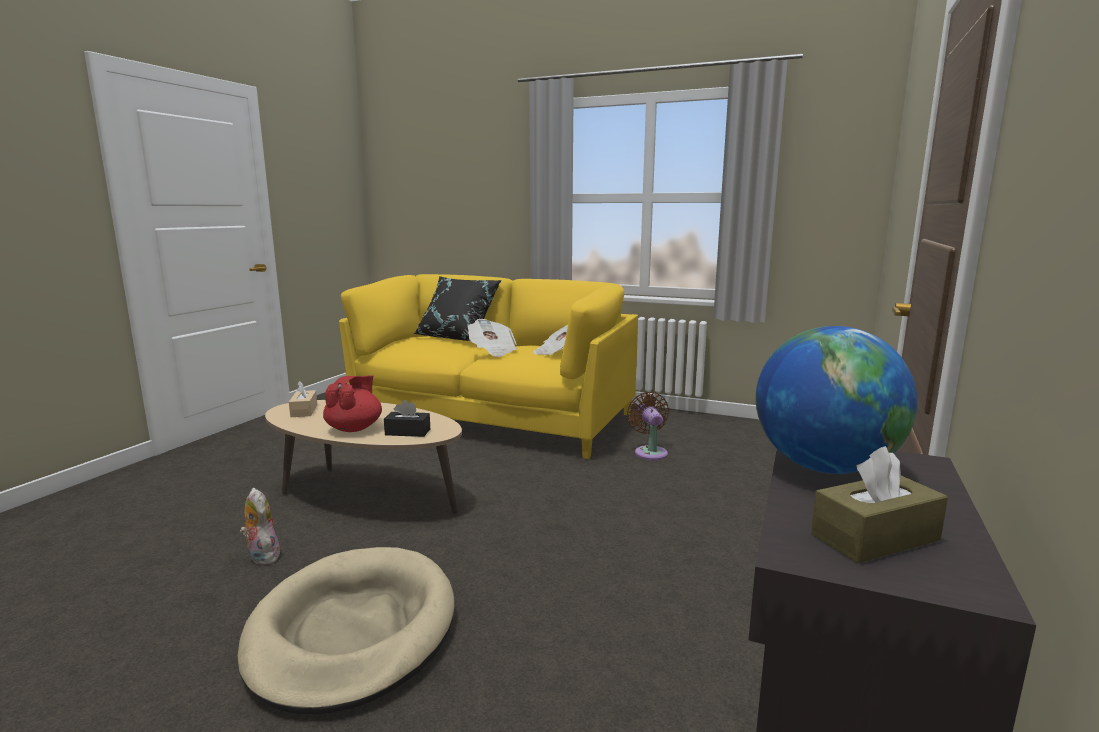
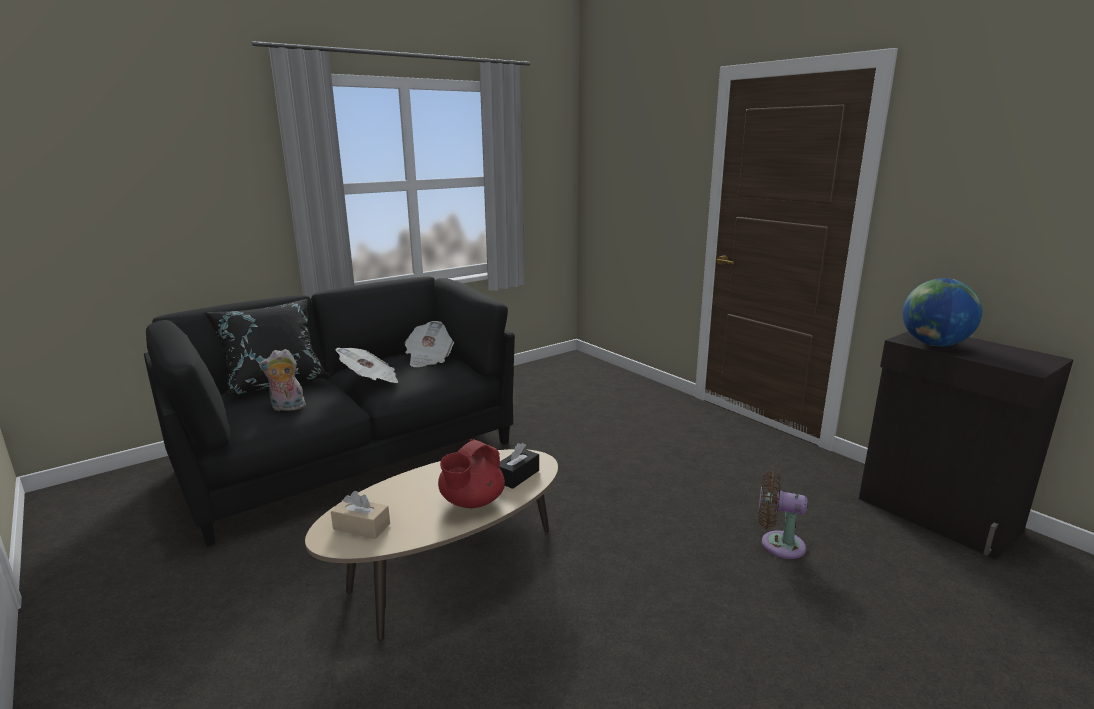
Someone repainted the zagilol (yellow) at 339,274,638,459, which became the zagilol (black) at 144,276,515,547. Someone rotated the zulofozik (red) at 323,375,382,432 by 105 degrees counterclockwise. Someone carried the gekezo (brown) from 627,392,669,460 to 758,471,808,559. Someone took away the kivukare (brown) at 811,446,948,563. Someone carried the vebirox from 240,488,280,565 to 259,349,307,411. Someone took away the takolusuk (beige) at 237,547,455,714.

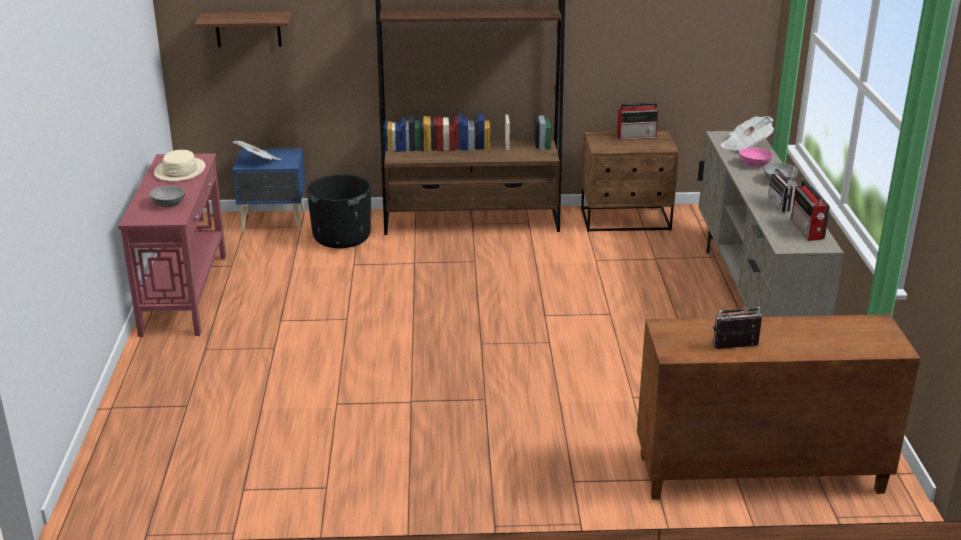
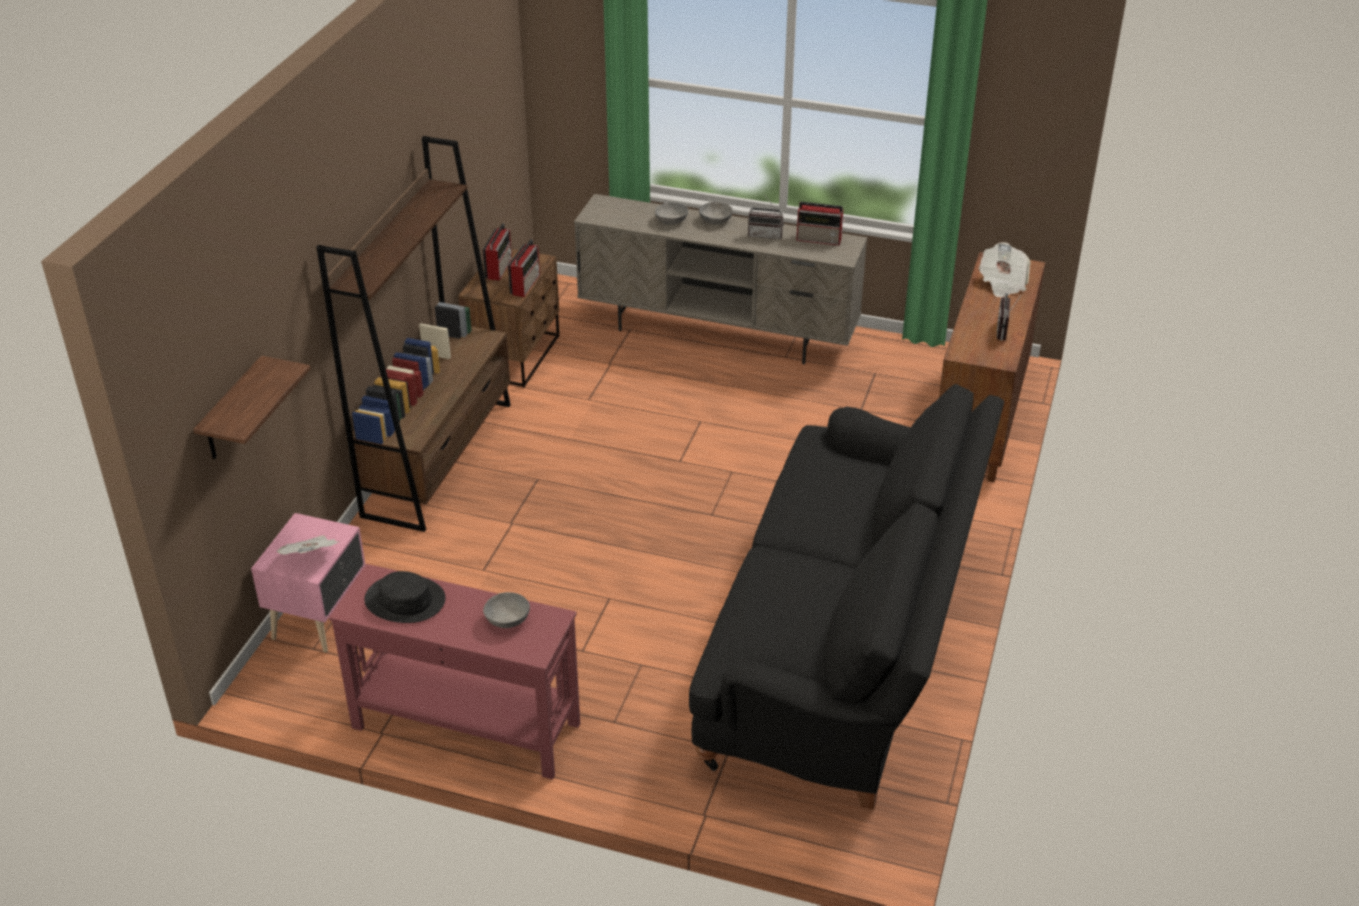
Someone carried the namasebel from 721,116,774,151 to 979,242,1031,297. Someone repainted the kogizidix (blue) at 232,148,306,232, which became the kogizidix (pink) at 251,513,365,653. Someone repainted the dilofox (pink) at 739,148,773,167, which became the dilofox (grey) at 655,202,688,225. Someone repainted the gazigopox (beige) at 154,150,205,181, which became the gazigopox (black) at 364,571,445,623. Someone took away the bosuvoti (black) at 307,174,371,248. Someone put down the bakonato at 508,239,540,297. Someone put down the zagilol (black) at 689,384,1004,810.

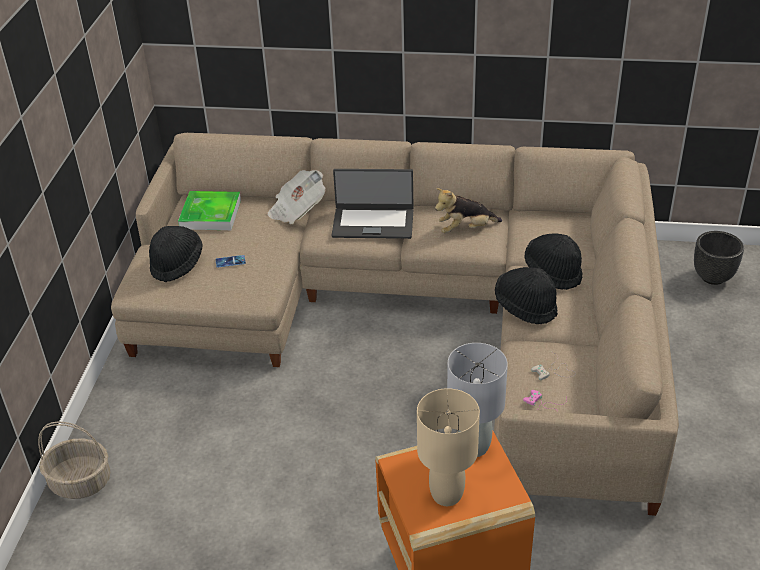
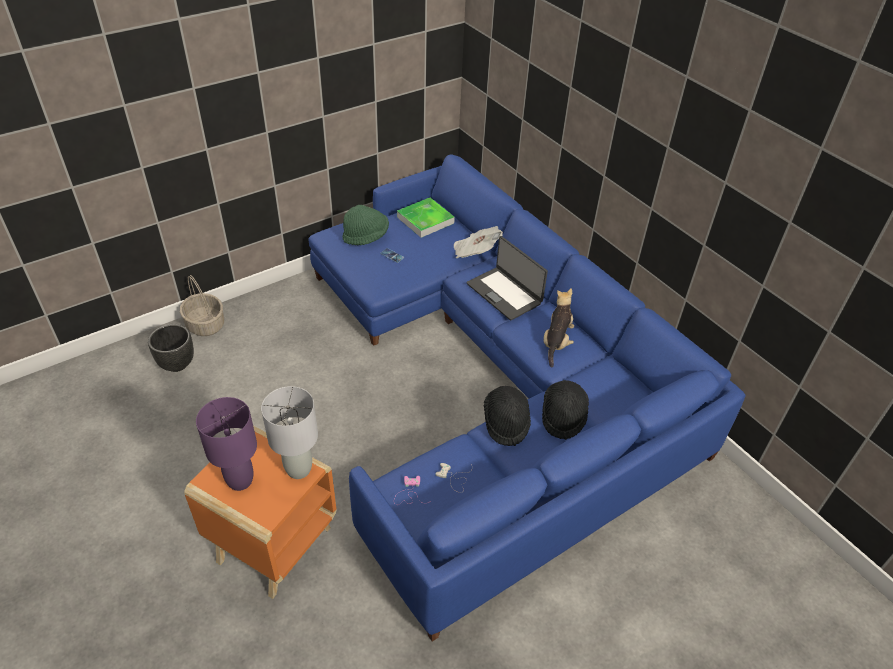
Someone repainted the zagilol (beige) at 111,133,679,516, which became the zagilol (blue) at 309,154,745,641. Someone rotated the vebirox at 435,188,502,233 by 75 degrees clockwise. Someone repainted the gazigopox (black) at 149,226,203,282, which became the gazigopox (green) at 343,205,389,245. Someone carried the bosuvoti (black) from 694,231,744,285 to 148,324,194,372. Someone repainted the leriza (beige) at 417,388,480,506, which became the leriza (purple) at 196,397,257,491.

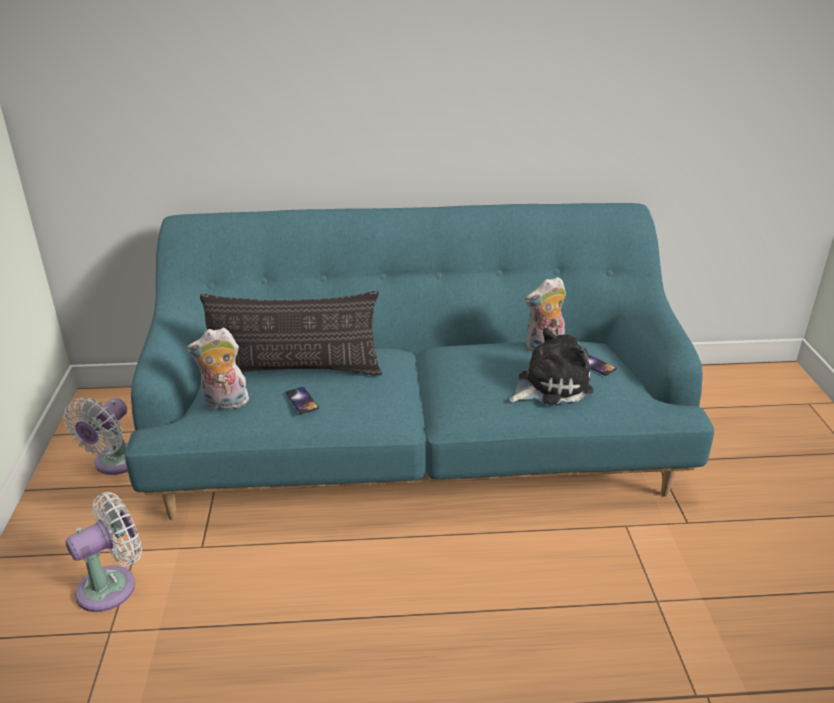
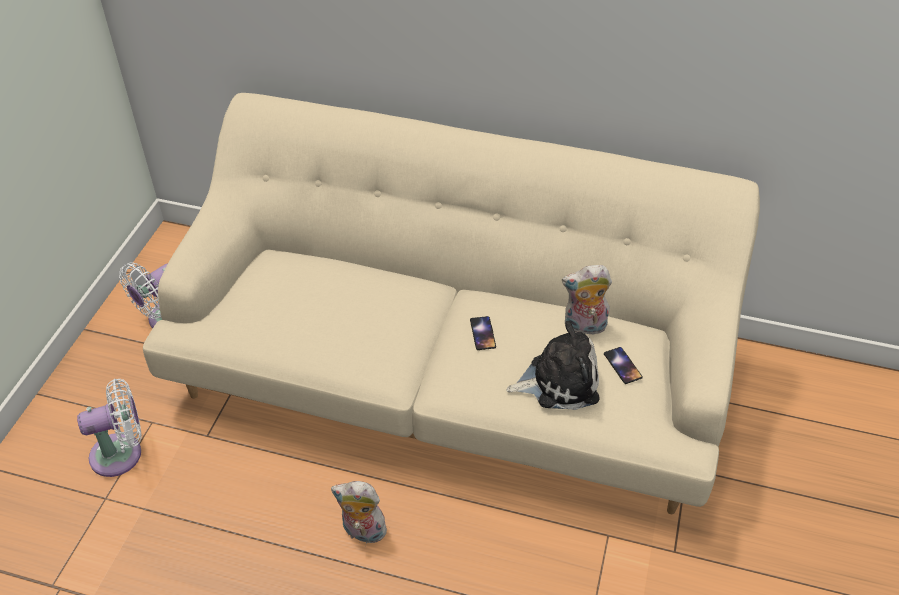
Someone repainted the zagilol (turquoise) at 125,203,714,520, which became the zagilol (beige) at 143,93,760,514. Someone took away the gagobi at 200,291,382,376. Someone carried the vebirox from 187,328,249,411 to 331,481,389,543. Someone carried the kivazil from 285,387,319,414 to 470,316,496,350.

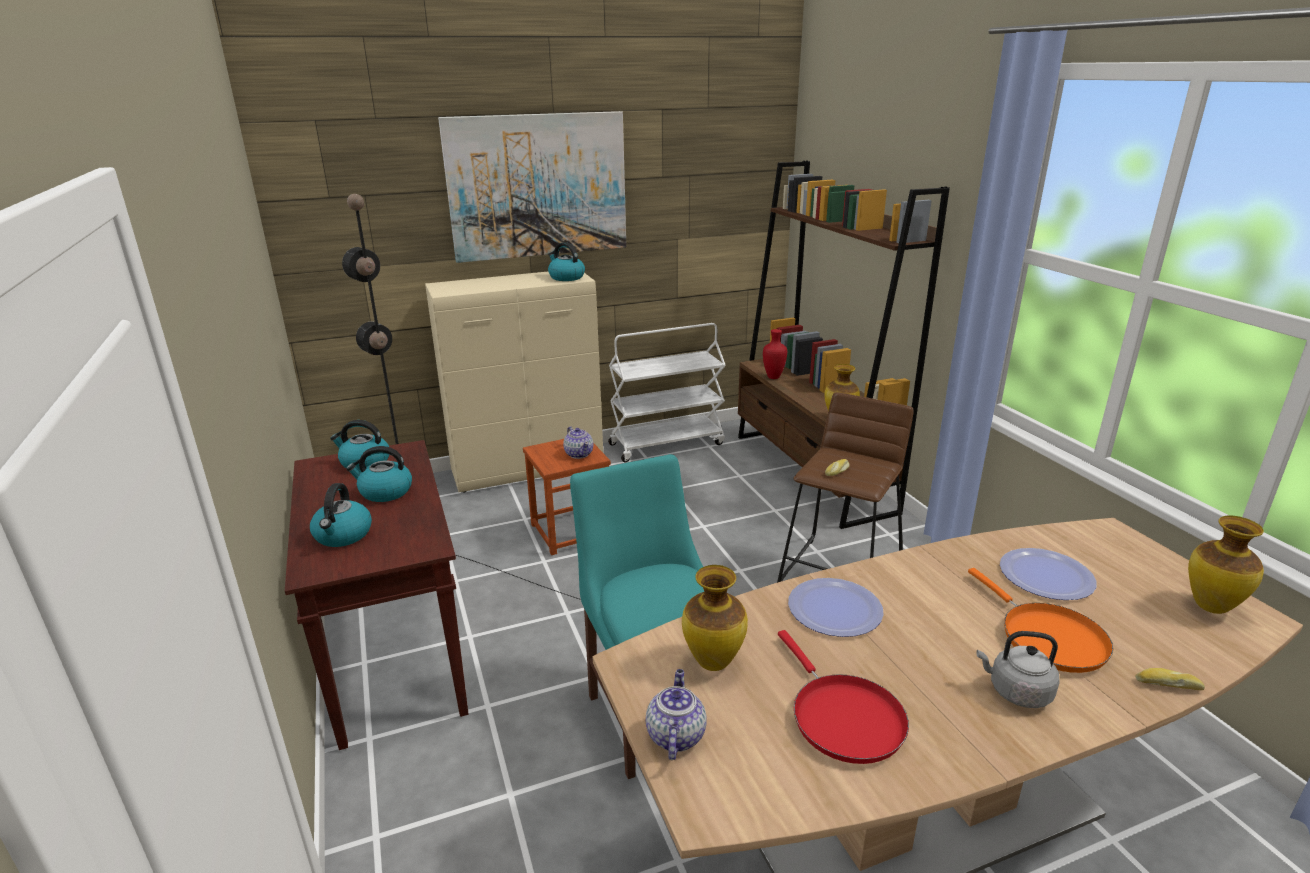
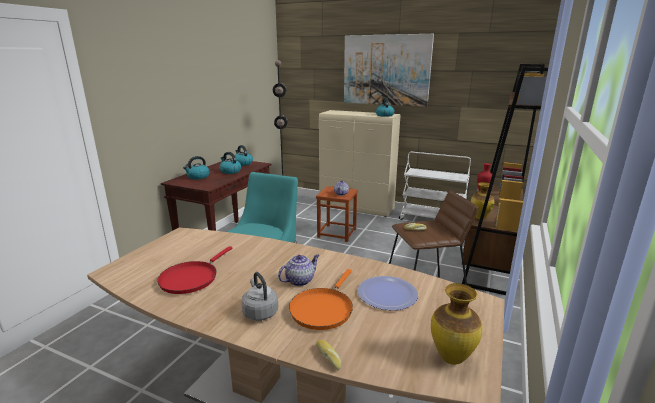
Someone took away the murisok at 682,565,748,671. Someone took away the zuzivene at 788,578,884,637. Someone carried the zulofozik from 646,669,707,760 to 278,254,320,286.

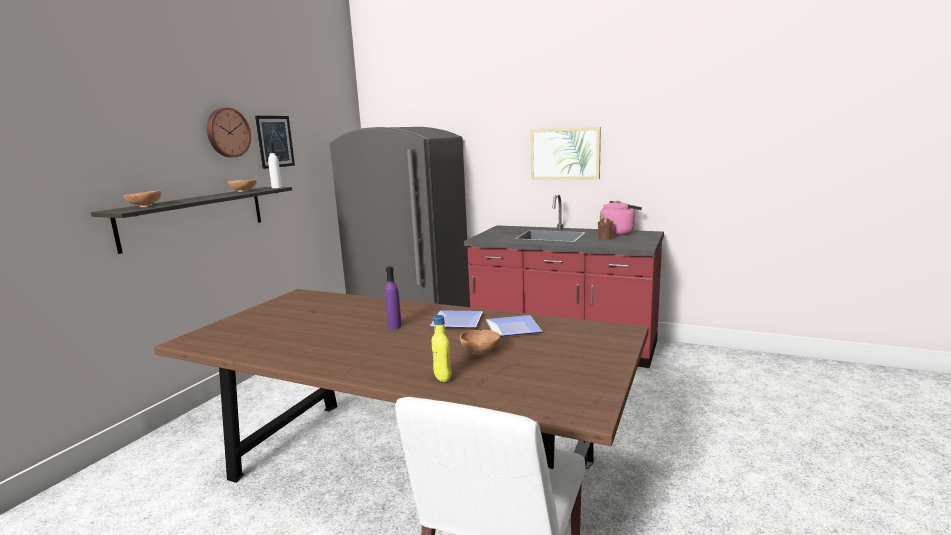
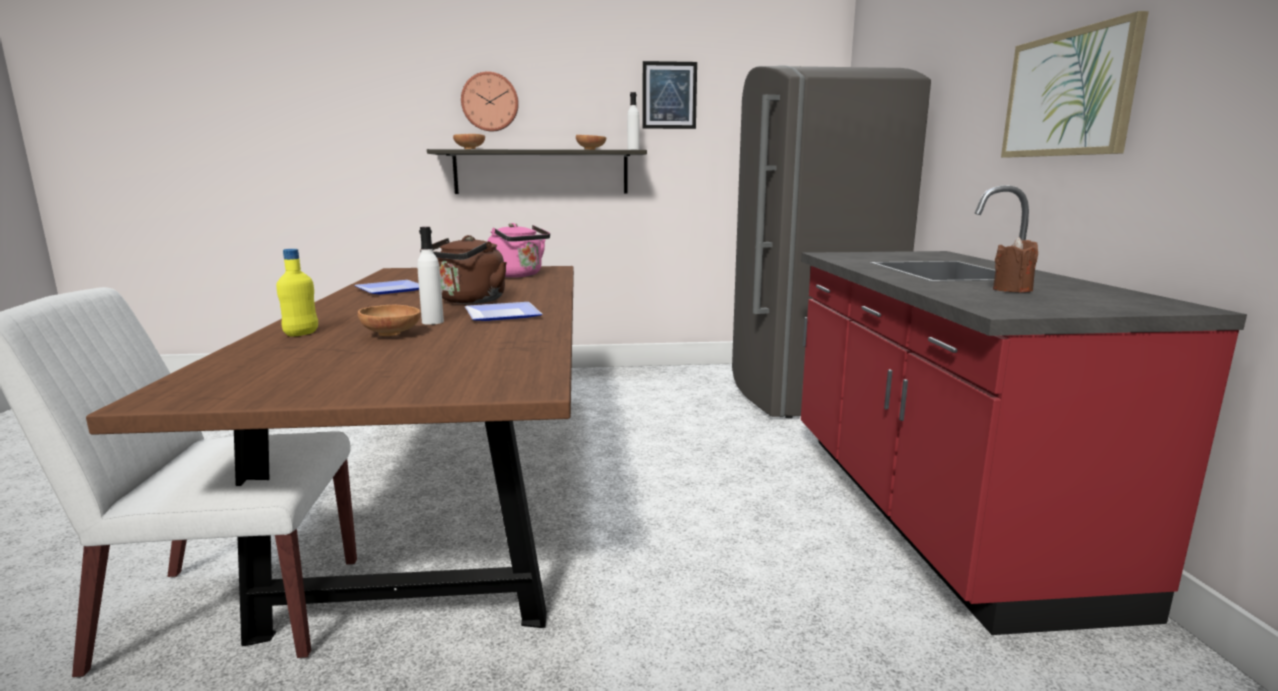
Someone carried the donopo from 207,108,251,157 to 461,71,519,132. Someone carried the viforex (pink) from 600,200,642,235 to 487,223,550,278. Someone swapped the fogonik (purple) at 385,266,402,329 for the viforex (brown) at 420,235,507,304. Someone carried the zuzivene from 486,315,542,336 to 354,280,419,294. Someone put down the fogonik (white) at 417,227,444,325.

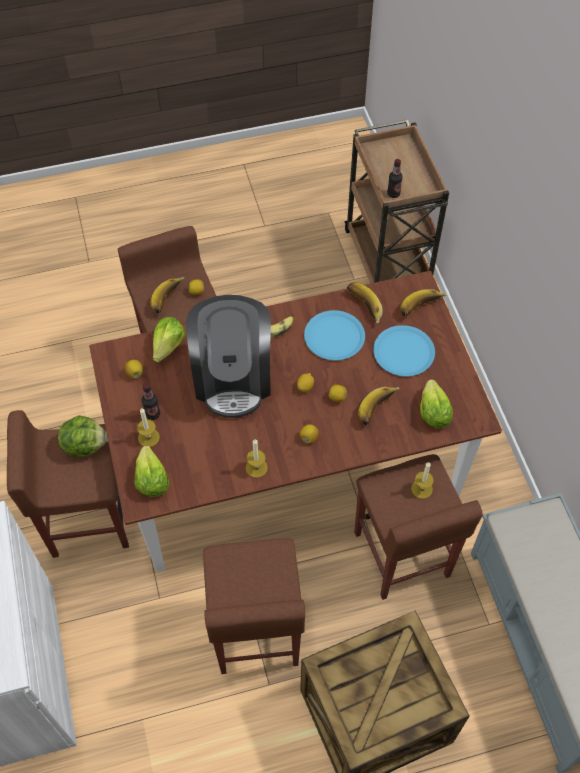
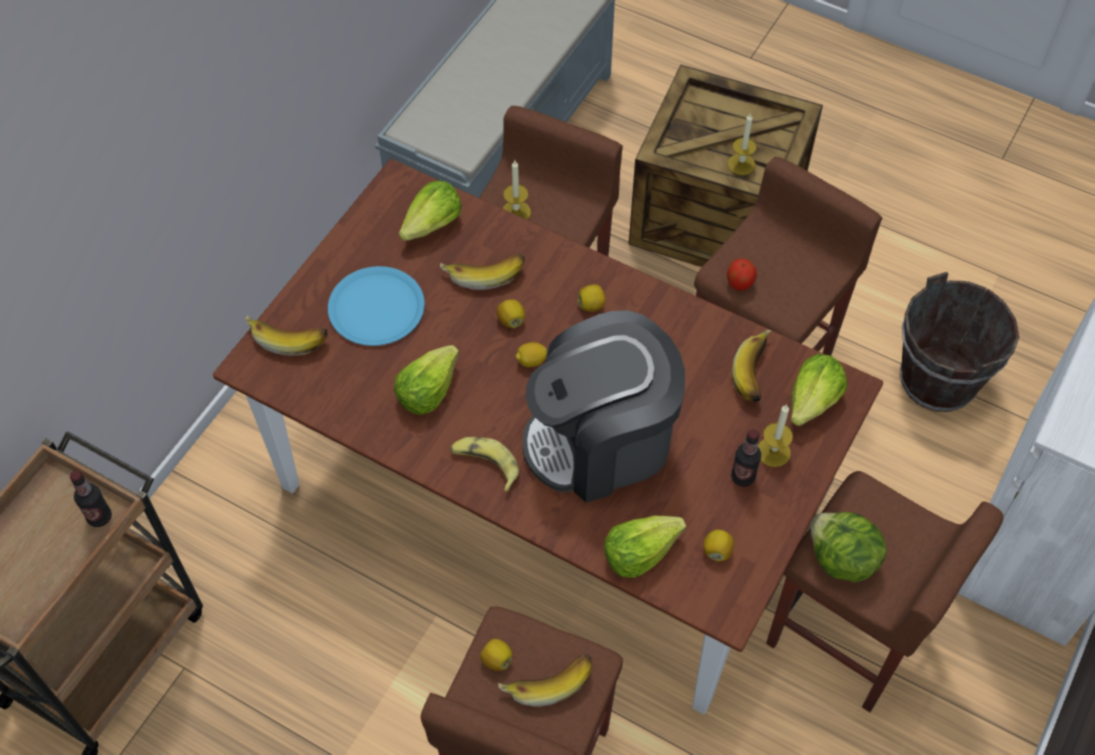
Someone carried the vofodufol from 347,282,383,323 to 732,330,772,402. Someone rotated the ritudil at 186,295,271,418 by 150 degrees counterclockwise. Someone swapped the zuzivene (blue) at 304,310,365,360 for the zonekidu at 394,345,459,415. Someone carried the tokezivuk from 246,439,268,478 to 728,113,757,175. Someone put down the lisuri at 727,258,757,291. Someone put down the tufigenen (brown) at 900,272,1019,412.

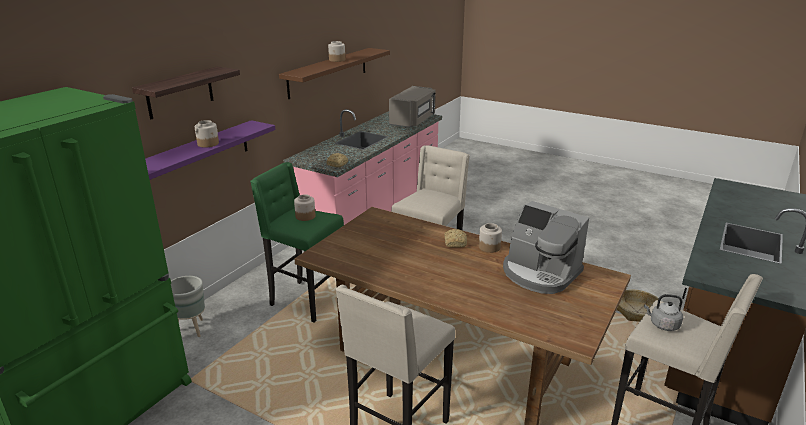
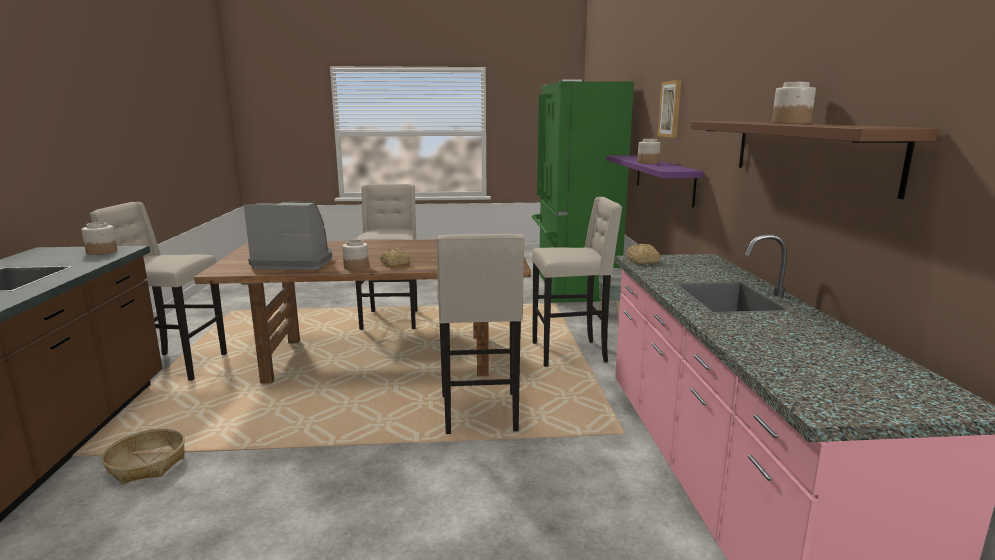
Someone swapped the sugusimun at 132,66,240,119 for the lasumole at 657,80,681,138. Someone took away the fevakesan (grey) at 389,86,436,128. Someone repainted the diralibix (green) at 250,162,344,323, which became the diralibix (beige) at 532,197,622,367. Someone carried the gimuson from 294,194,315,221 to 81,222,117,255. Someone took away the viforex (grey) at 644,294,683,331.

